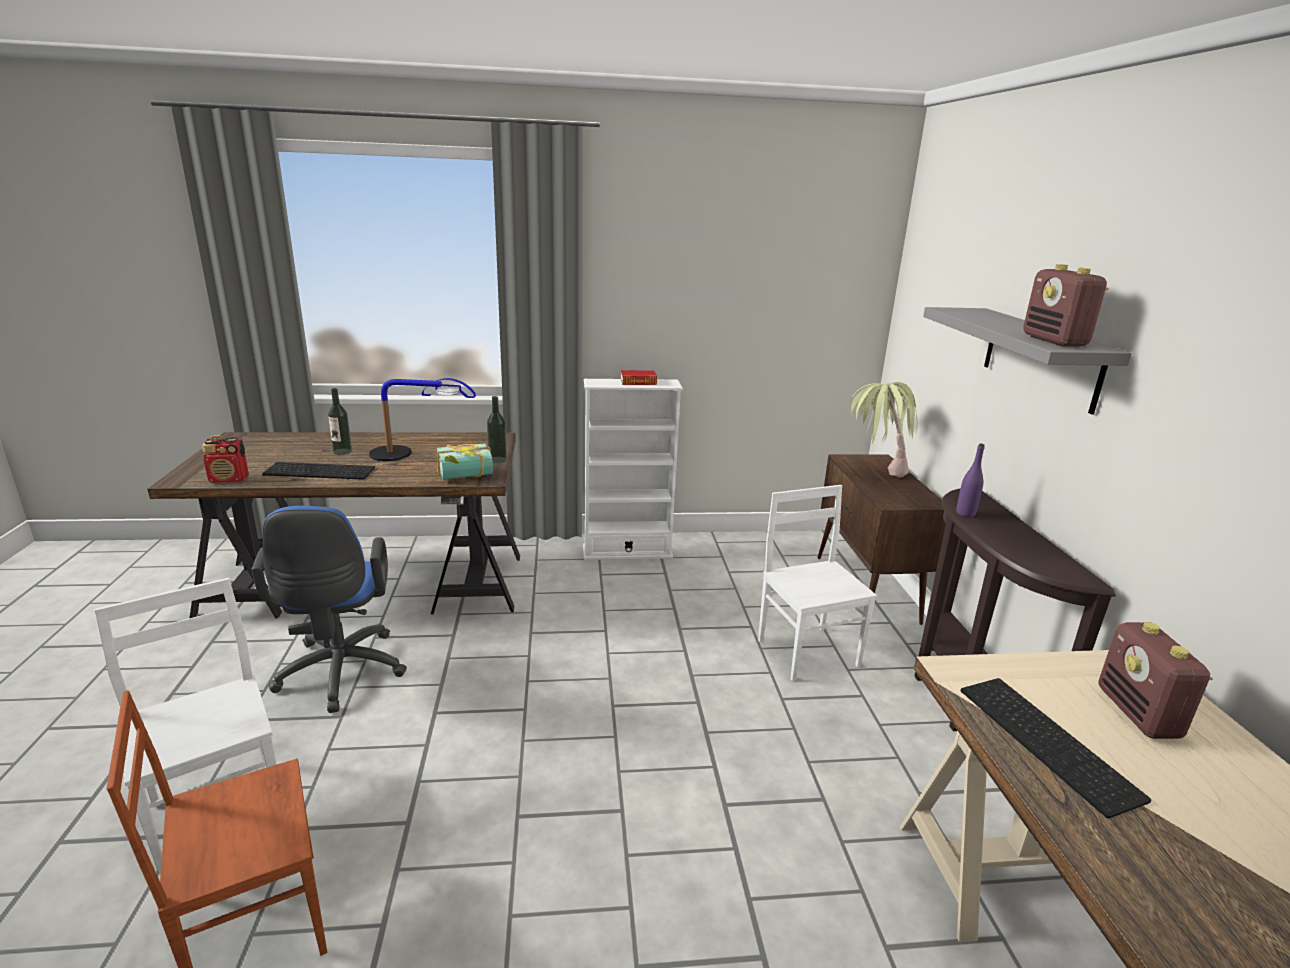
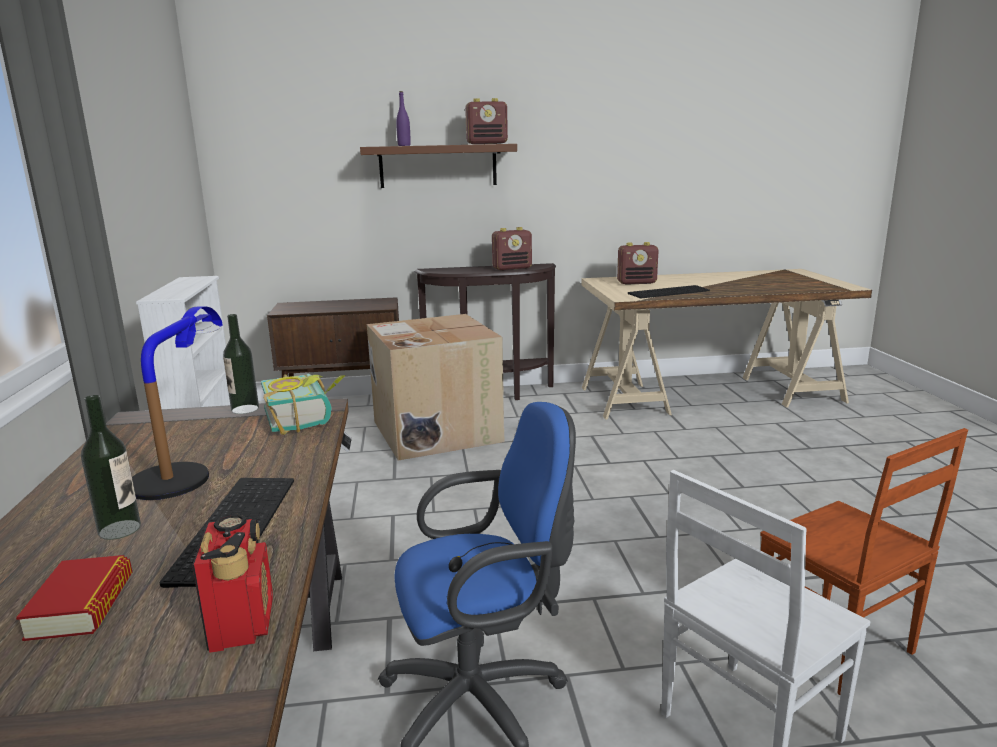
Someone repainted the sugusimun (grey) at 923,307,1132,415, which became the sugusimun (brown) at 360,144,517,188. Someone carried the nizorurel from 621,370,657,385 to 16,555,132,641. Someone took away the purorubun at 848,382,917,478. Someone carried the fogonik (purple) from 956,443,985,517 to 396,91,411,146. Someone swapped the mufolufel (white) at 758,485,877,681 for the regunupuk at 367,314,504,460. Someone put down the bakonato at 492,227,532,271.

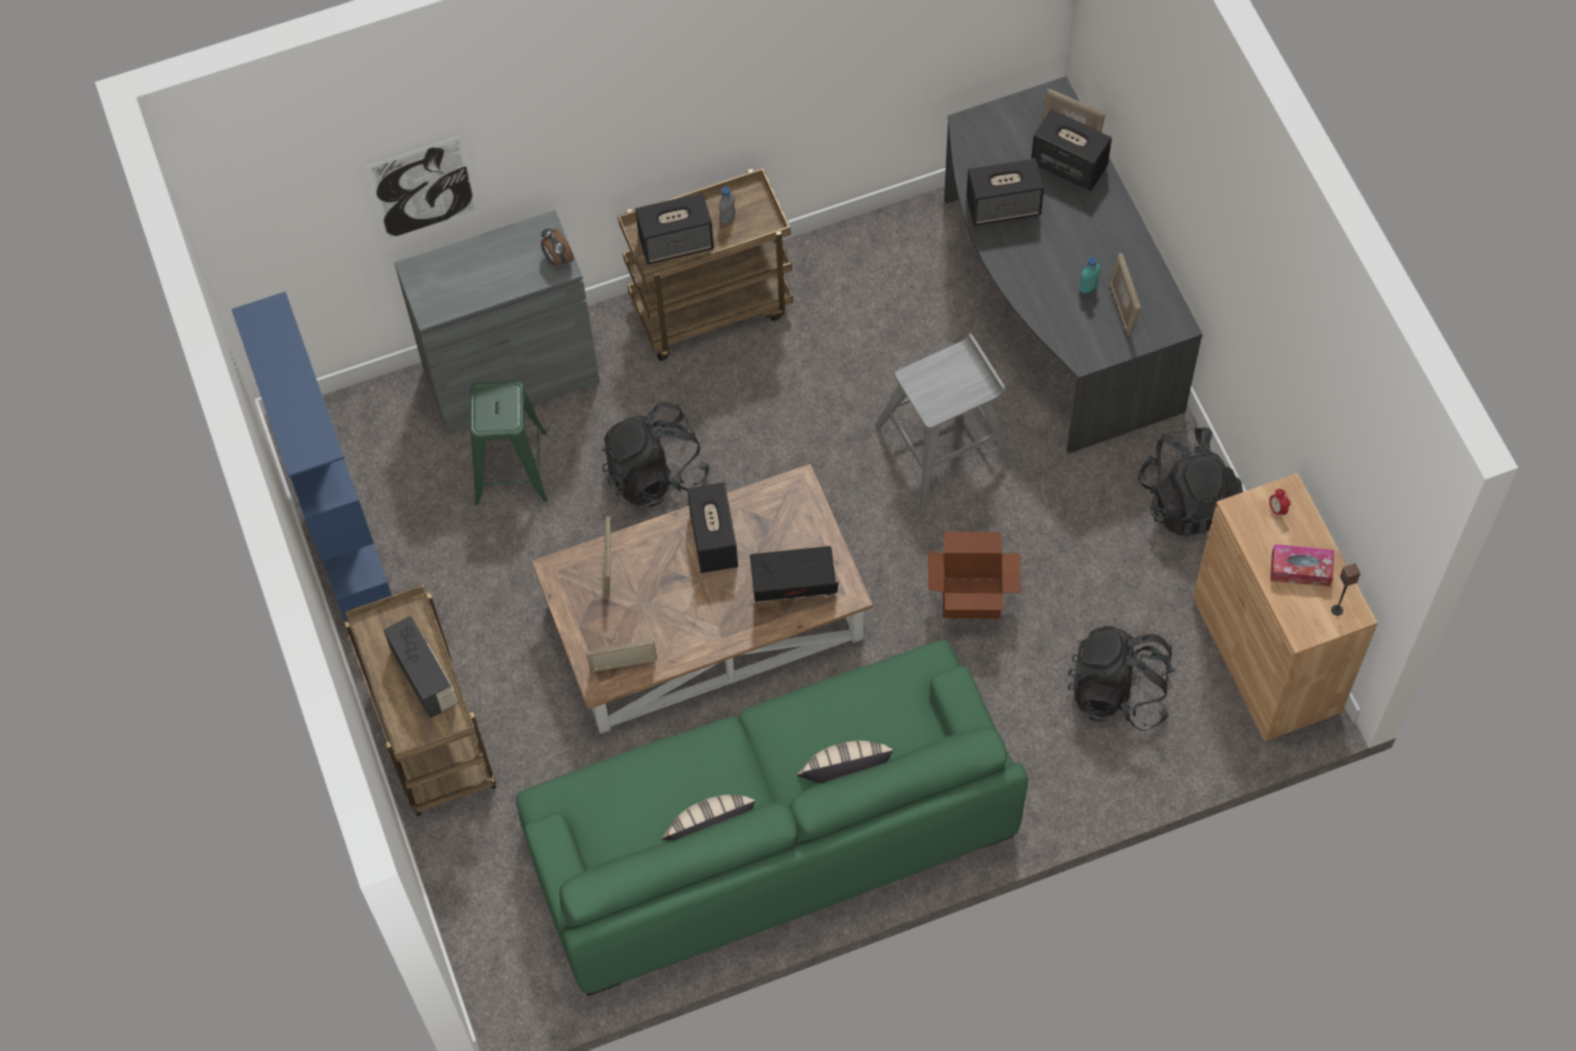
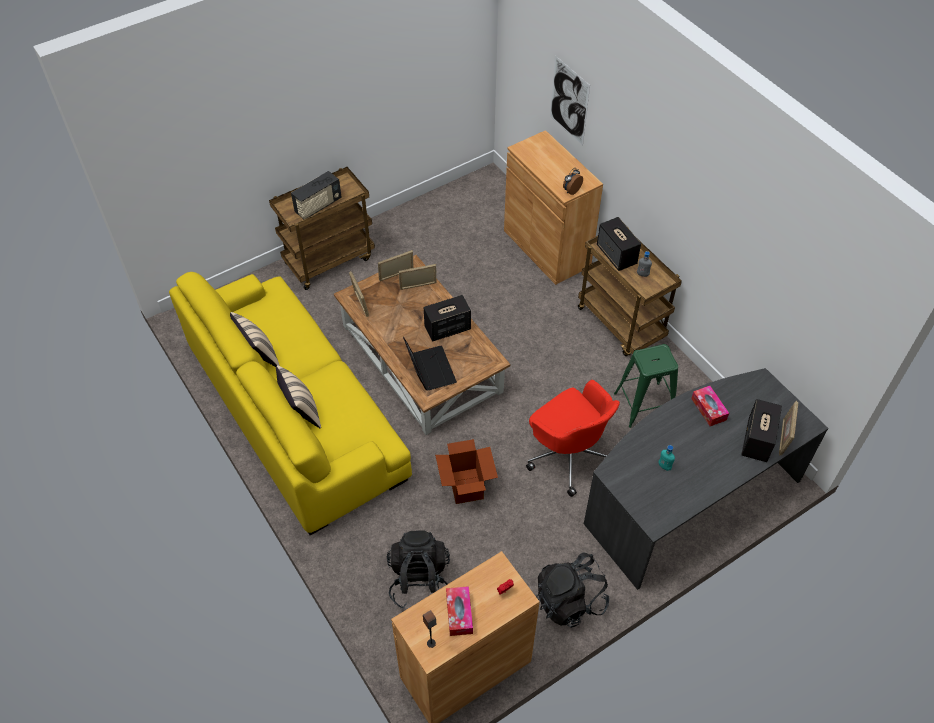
Someone swapped the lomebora at 966,158,1044,226 for the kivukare at 691,386,729,426. Someone repainted the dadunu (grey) at 394,210,600,434, which became the dadunu (brown) at 504,130,603,285. Someone carried the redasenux from 1109,253,1141,336 to 378,250,413,281. Someone took away the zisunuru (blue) at 231,291,392,622. Someone swapped the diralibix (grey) at 875,333,1012,506 for the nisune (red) at 526,380,620,497. Someone carried the diralibix (green) from 470,381,547,506 to 614,344,678,428. Someone took away the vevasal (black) at 602,402,710,507. Someone repainted the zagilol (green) at 516,639,1028,996, which became the zagilol (yellow) at 169,272,412,535.

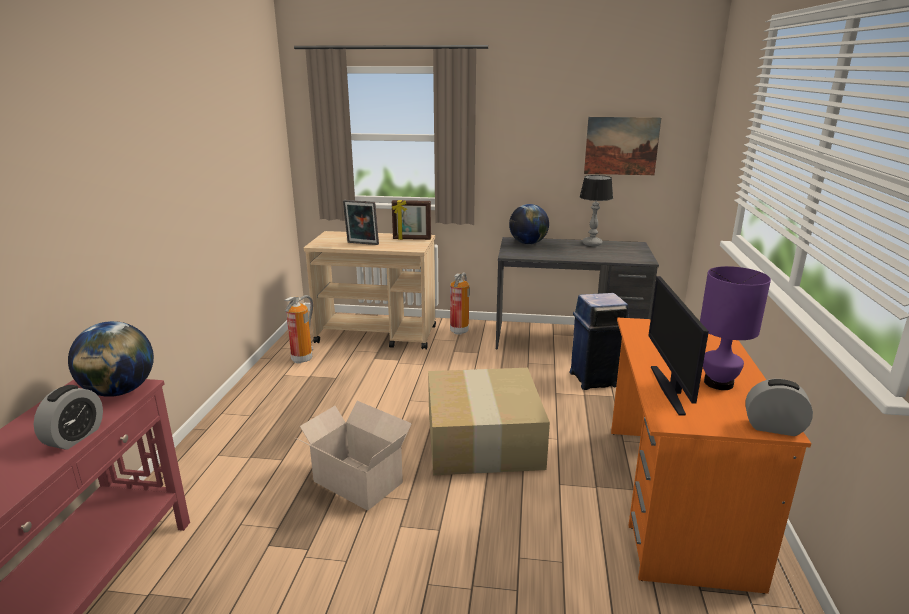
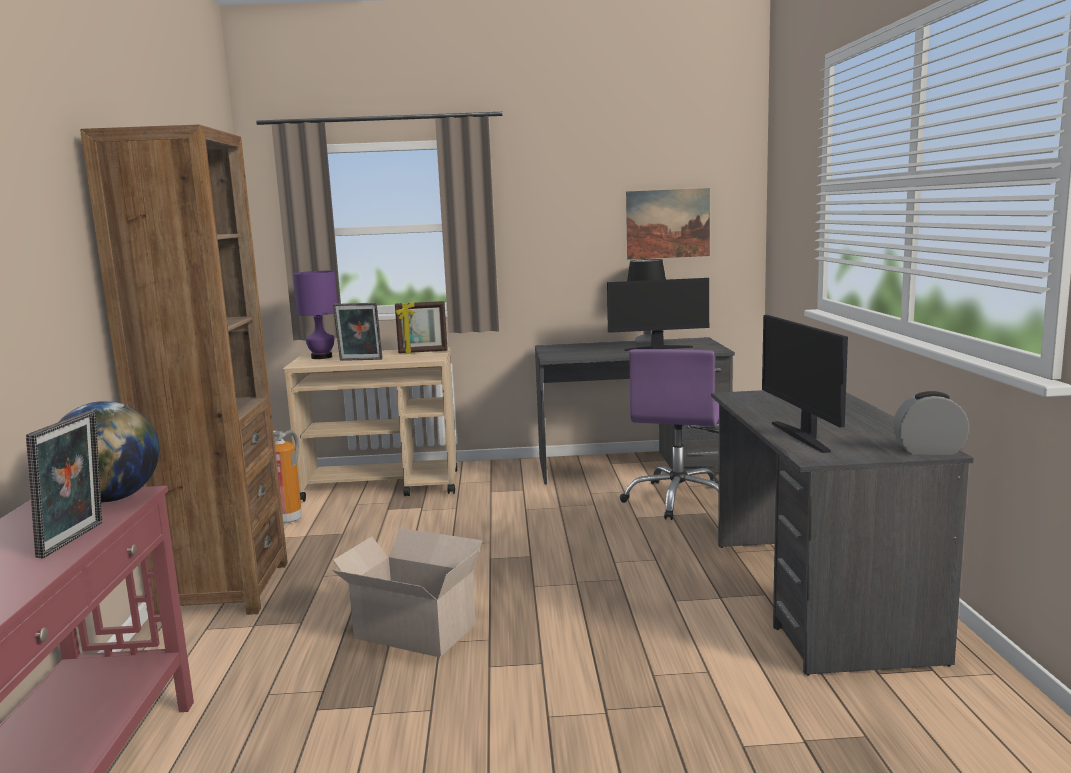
Someone took away the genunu at 509,204,549,244. Someone carried the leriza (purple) from 700,266,771,390 to 293,271,337,359. Someone took away the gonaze at 450,272,470,335. Someone swapped the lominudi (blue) at 570,293,628,390 for the nisune (purple) at 620,349,719,520. Someone repainted the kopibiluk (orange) at 611,318,811,594, which became the kopibiluk (grey) at 711,390,973,675. Someone took away the regunupuk at 428,368,550,475. Someone swapped the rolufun at 34,385,103,450 for the redasenux at 26,411,102,558. Someone put down the zisunuru (brown) at 80,124,288,615. Someone put down the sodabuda at 607,278,709,351.

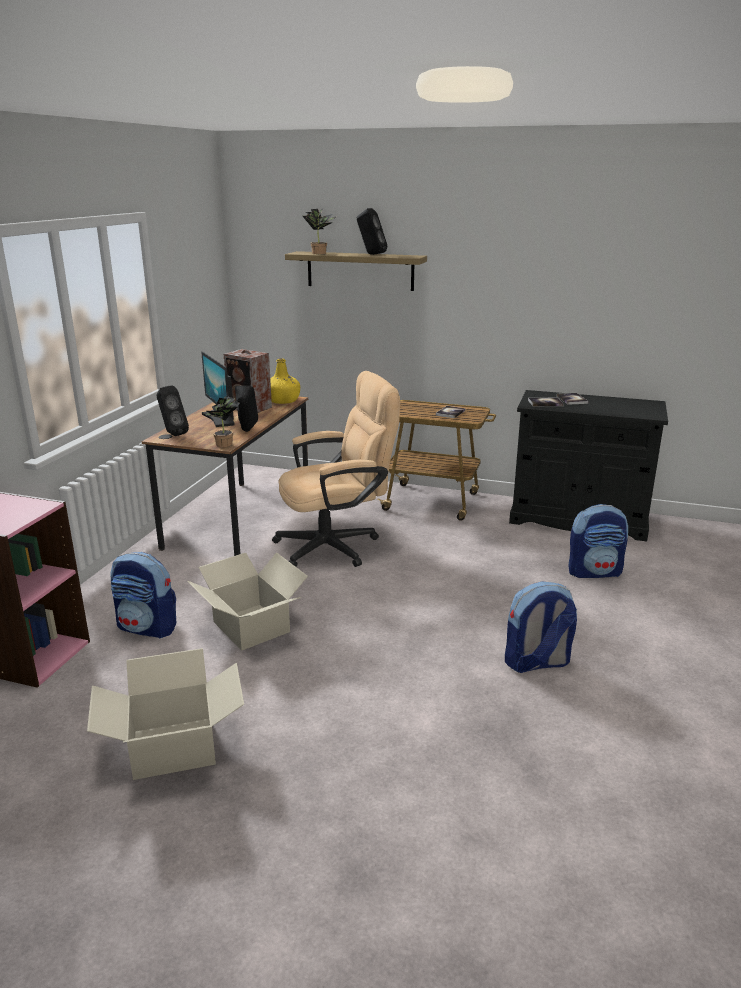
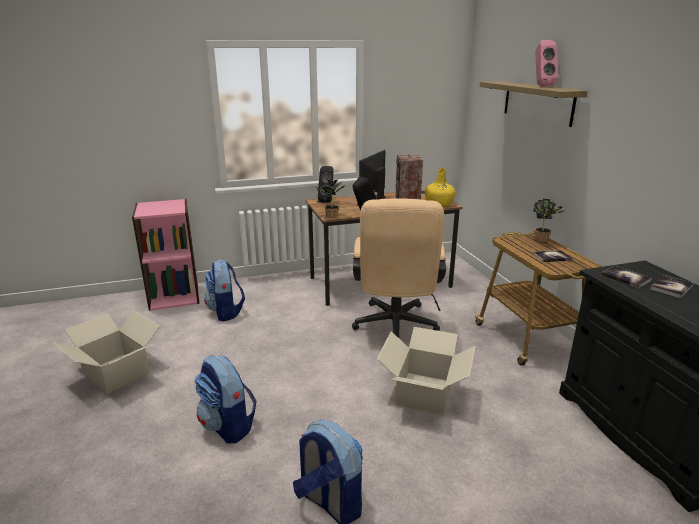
Someone carried the purorubun from 303,208,336,254 to 533,199,565,242. Someone repainted the lomebora (black) at 357,208,387,255, which became the lomebora (pink) at 535,40,558,87. Someone rotated the nisune (beige) at 272,371,400,567 by 60 degrees clockwise. Someone carried the vevasal from 568,504,628,578 to 195,355,256,443. Someone carried the regunupuk from 188,553,308,651 to 377,327,475,415.

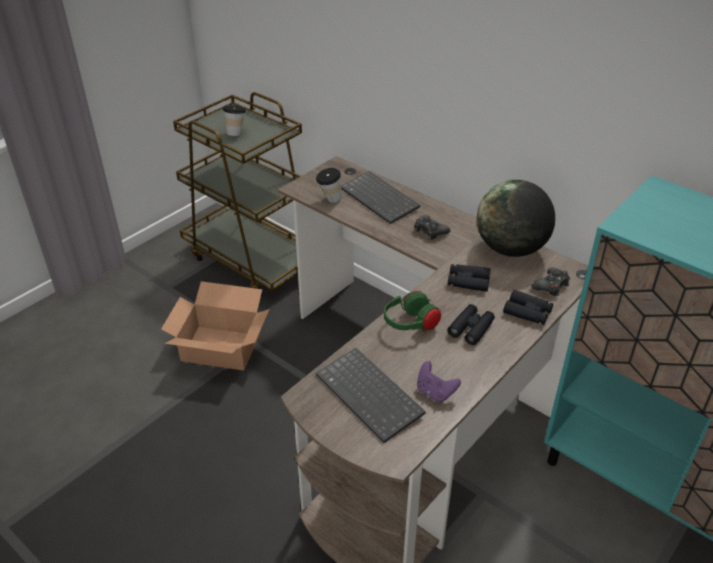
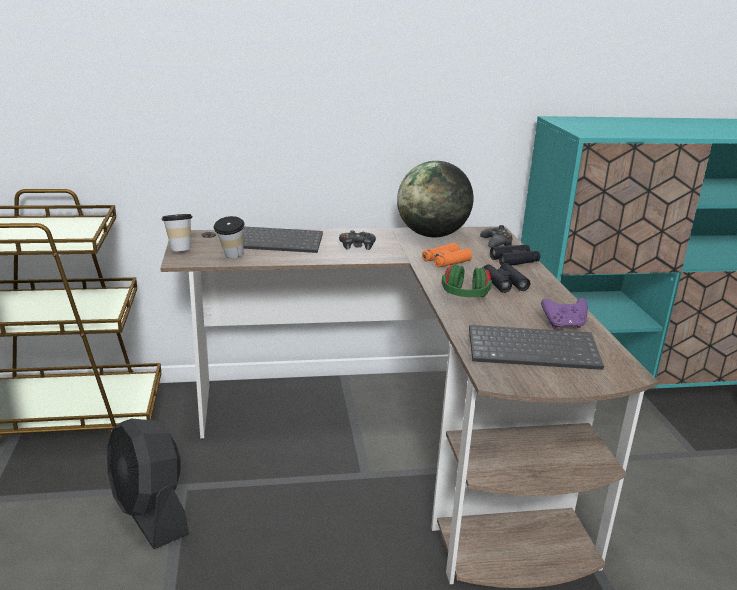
Someone carried the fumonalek from 223,105,246,136 to 162,214,192,251. Someone repainted the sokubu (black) at 448,264,491,292, which became the sokubu (orange) at 422,243,472,268. Someone swapped the regunupuk at 161,281,270,371 for the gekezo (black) at 107,419,189,549.

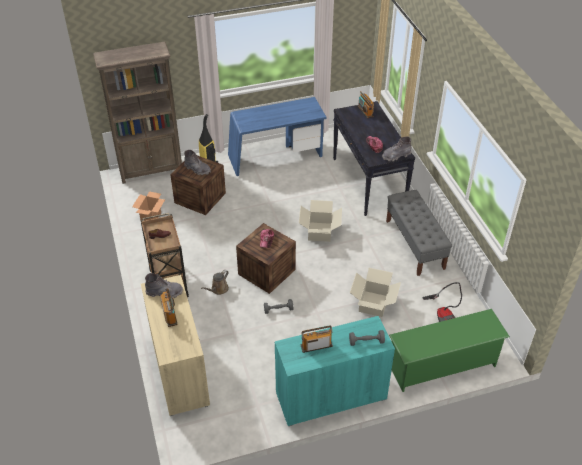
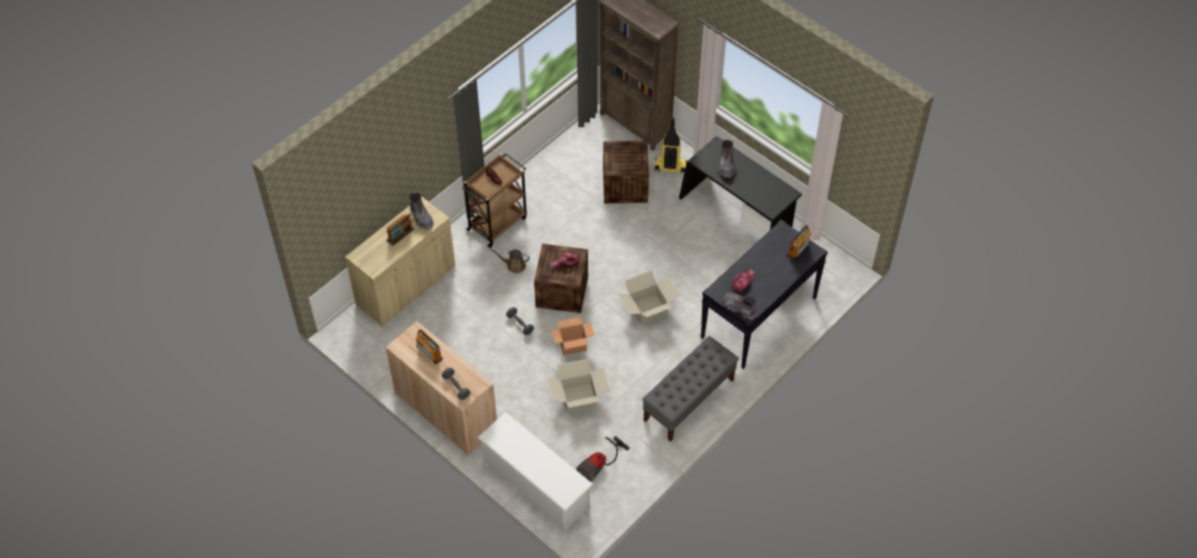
Someone repainted the kopibiluk (blue) at 228,97,326,176, which became the kopibiluk (black) at 679,136,802,239. Someone carried the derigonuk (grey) from 184,150,211,175 to 719,140,735,178. Someone carried the regunupuk from 132,191,165,221 to 551,317,595,356. Someone repainted the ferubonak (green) at 389,309,510,392, which became the ferubonak (white) at 477,412,593,532. Someone repainted the dadunu (turquoise) at 275,316,395,426, which became the dadunu (beige) at 385,321,497,456.

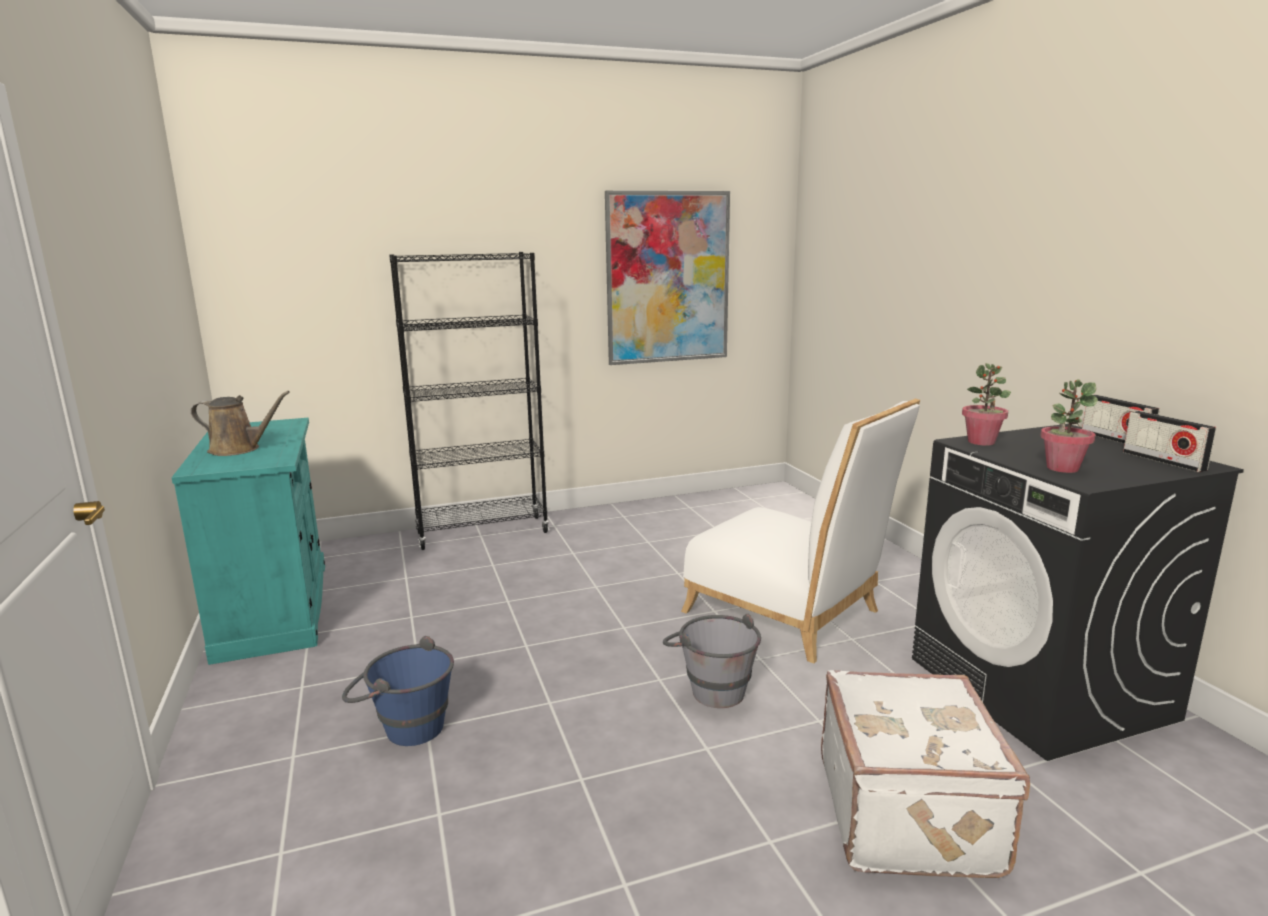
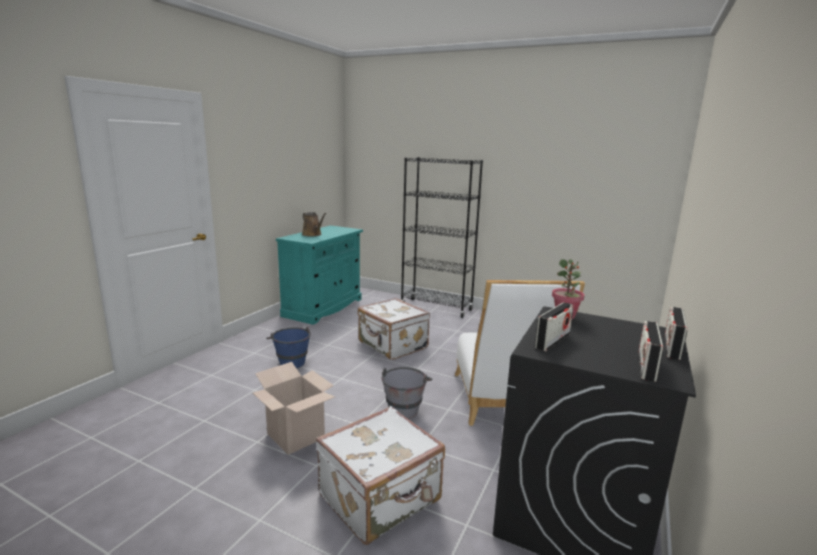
Someone took away the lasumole at 605,190,730,365. Someone swapped the purorubun at 1040,380,1098,473 for the bakonato at 535,302,574,351. Someone put down the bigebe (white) at 358,298,430,360. Someone put down the regunupuk at 253,362,335,455.

